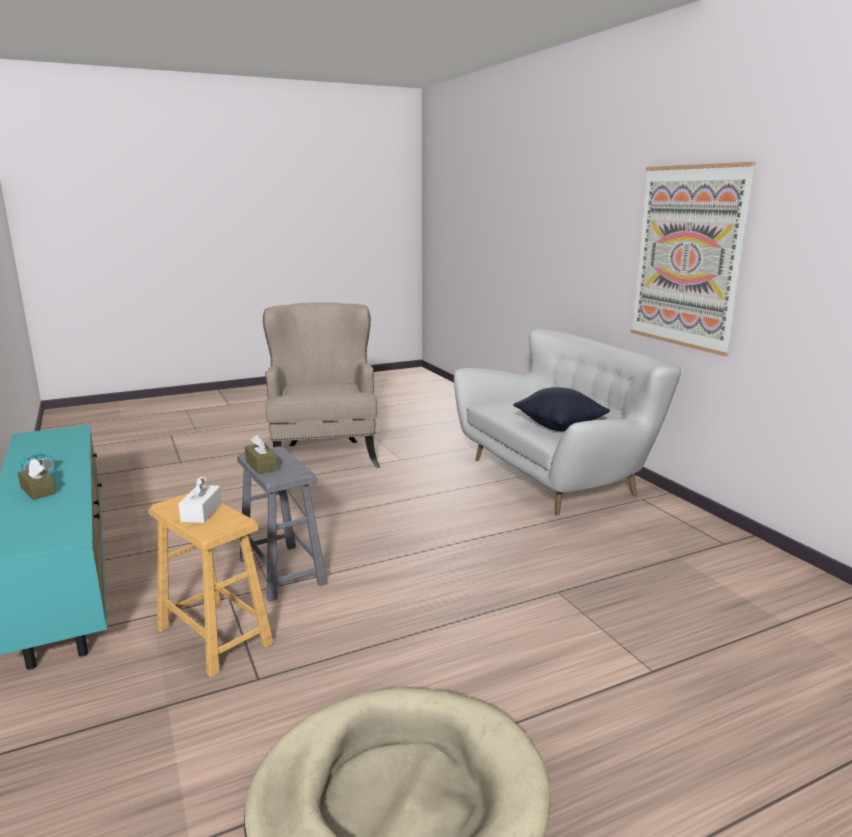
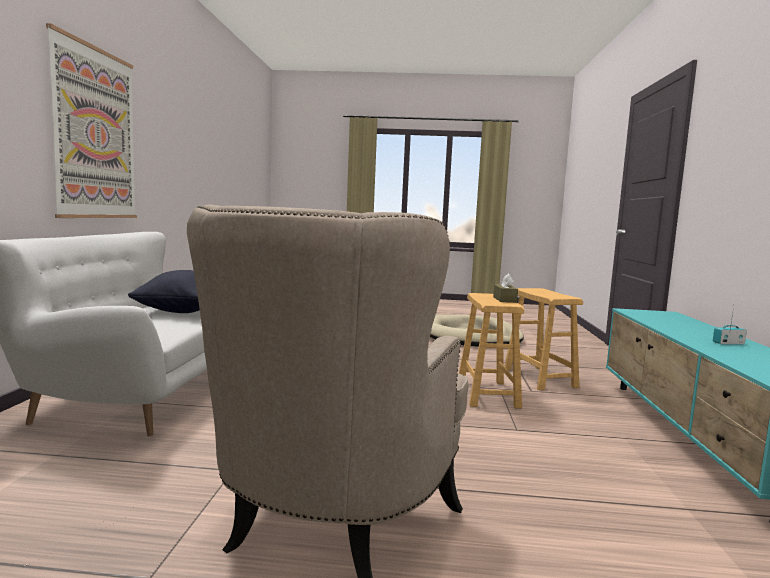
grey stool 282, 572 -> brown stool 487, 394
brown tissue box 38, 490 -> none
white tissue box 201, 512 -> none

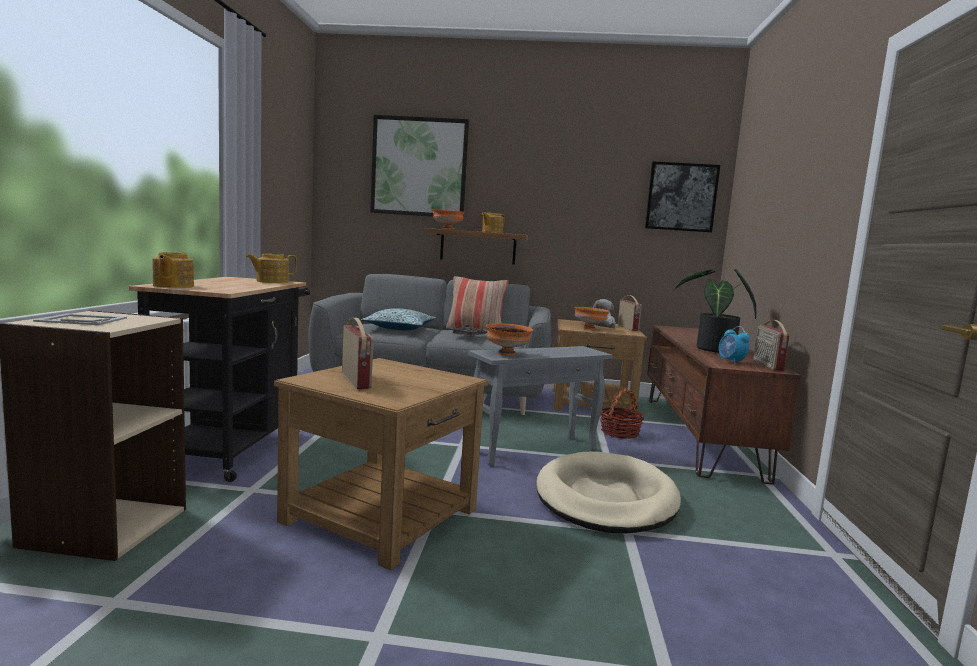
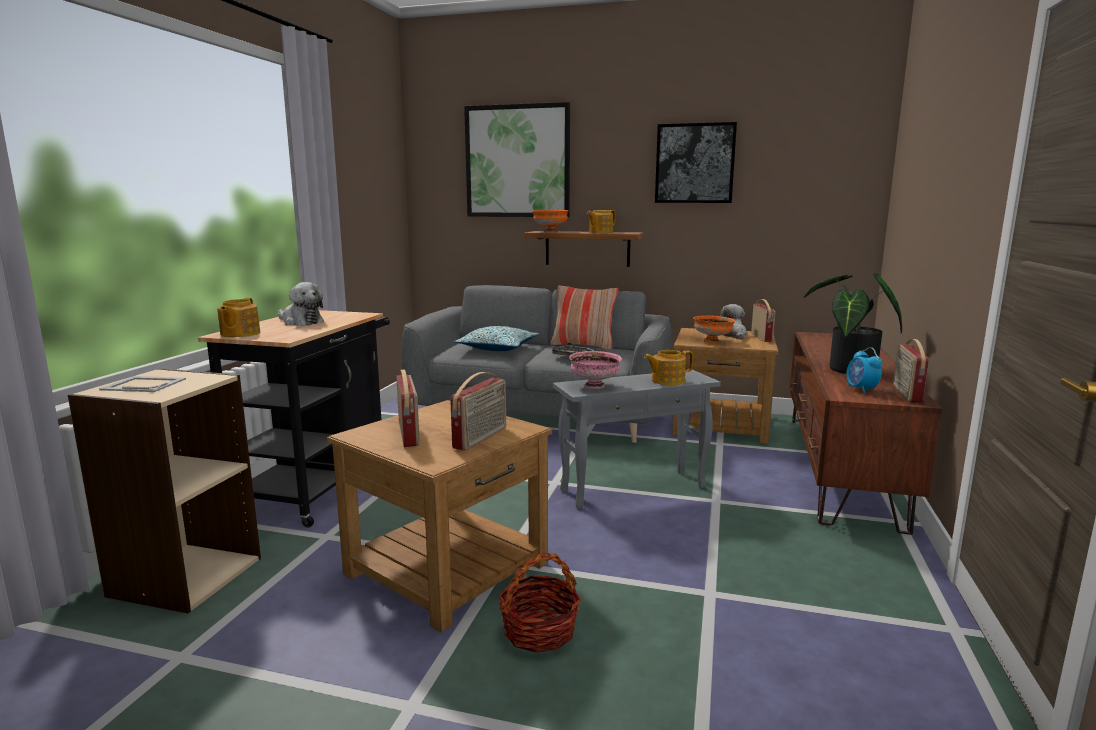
picture 681, 197 -> picture 694, 163, move
teapot 271, 281 -> teapot 667, 381, move
orange bowl 507, 354 -> pink bowl 595, 386
basket 620, 433 -> basket 539, 631, move
beige dog bed 605, 498 -> none
none -> plush toy 300, 322
none -> radio 481, 438

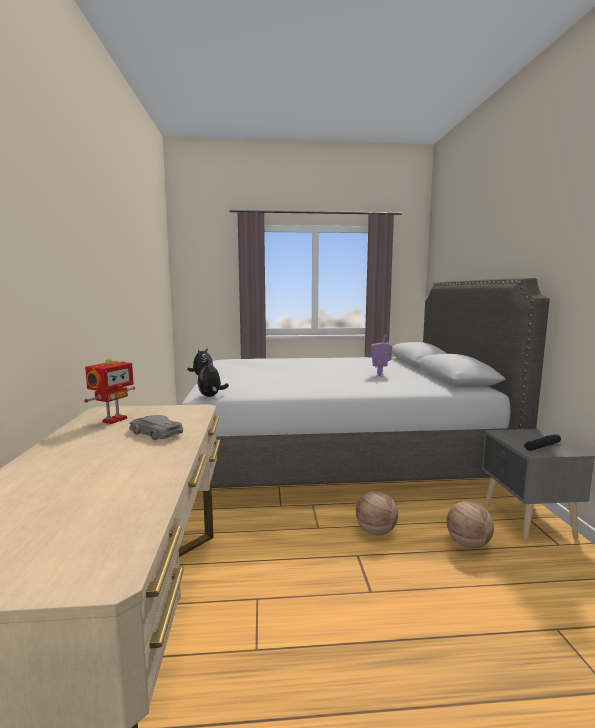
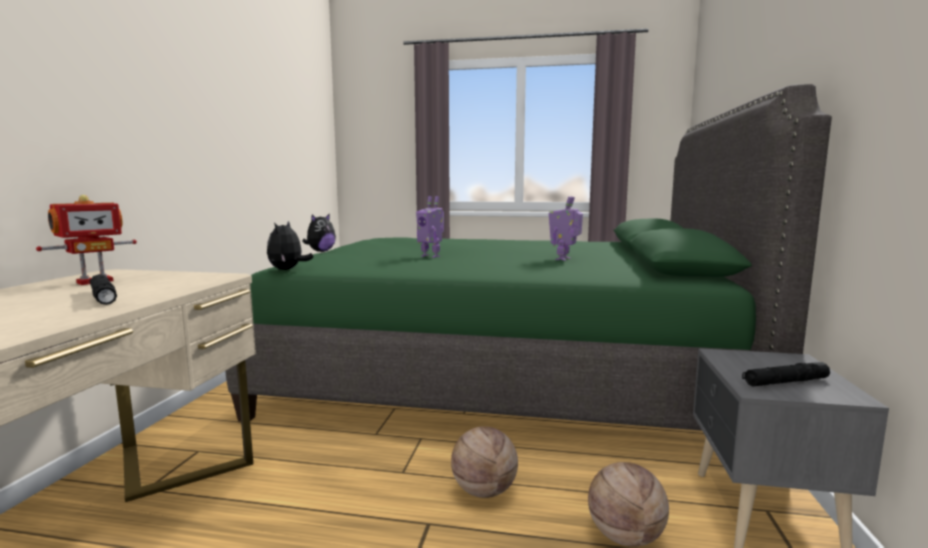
grey bed 333, 454 -> green bed 503, 374
grey toy car 155, 433 -> black flashlight 103, 296
none -> toy robot 431, 256

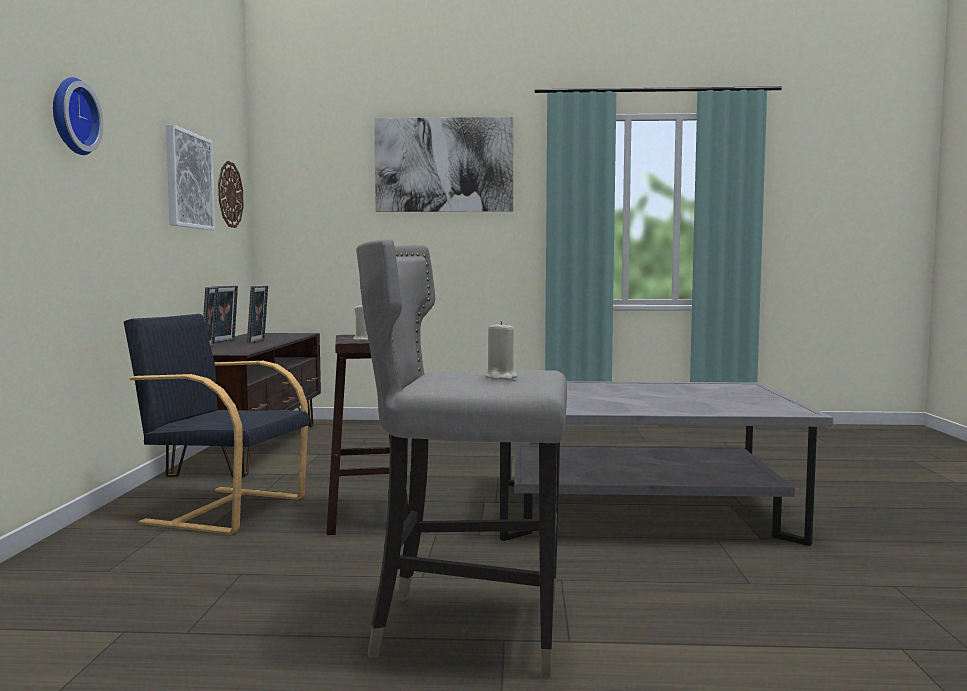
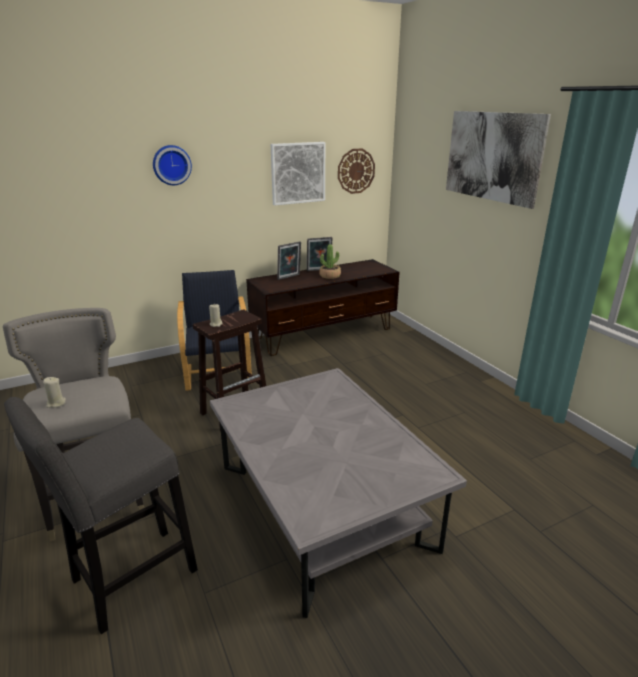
picture frame 258, 341 -> potted plant 330, 276
none -> grey stool 128, 580

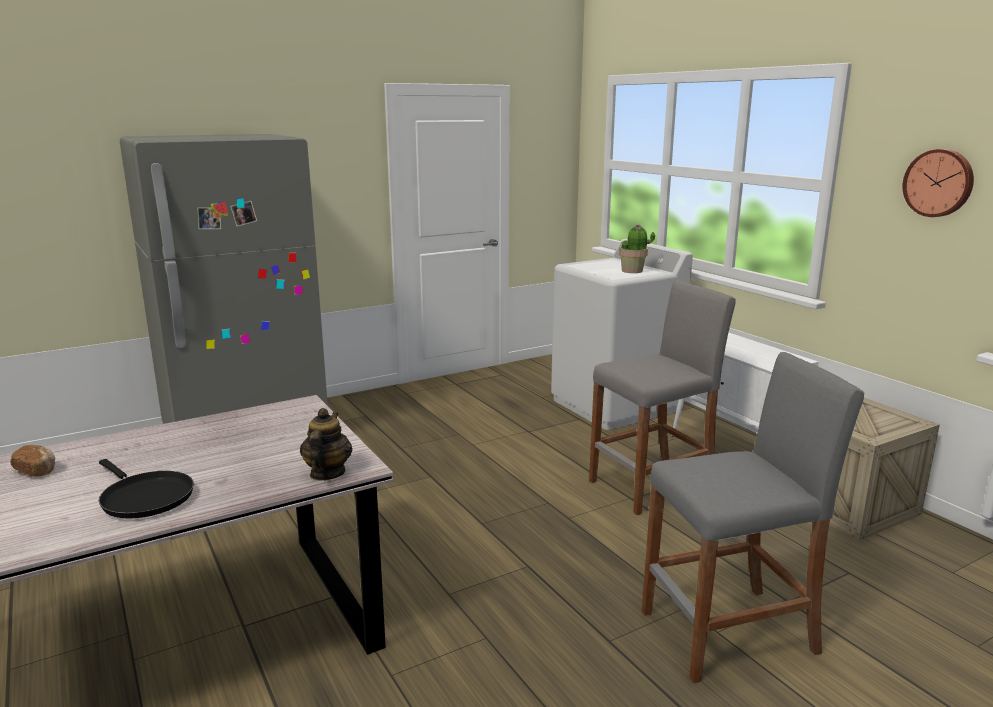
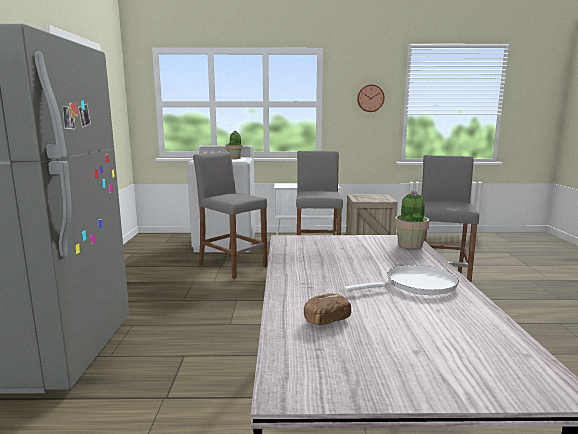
teapot 327, 473 -> potted plant 410, 244
black frying pan 144, 497 -> white frying pan 416, 285
none -> grey stool 232, 265

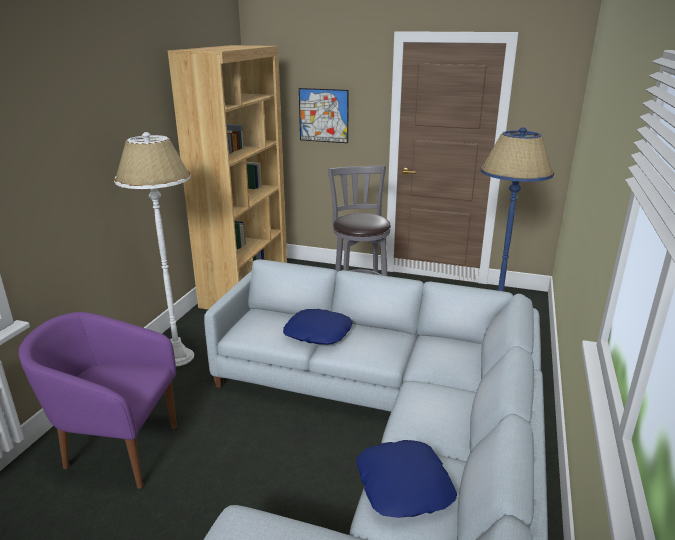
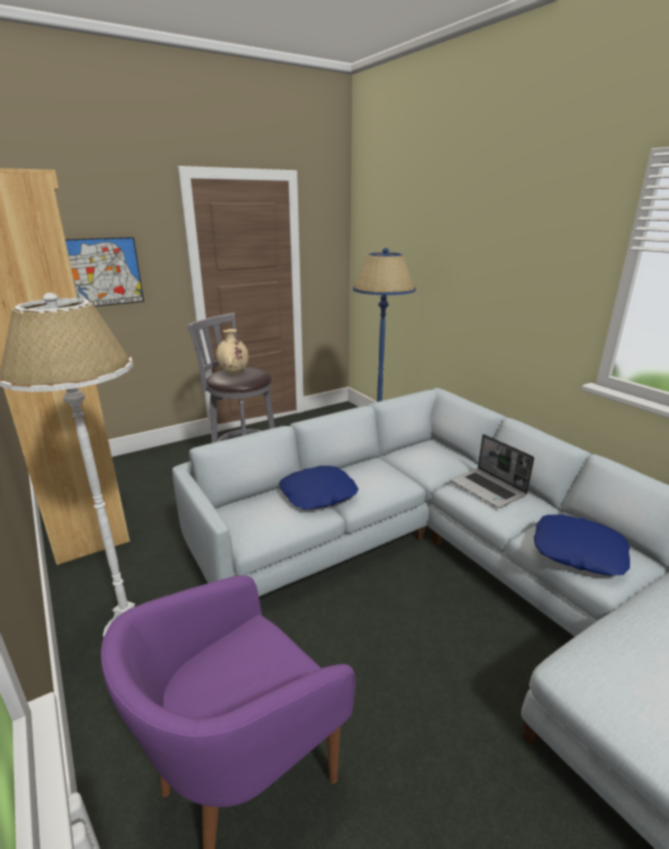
none -> beige vase 234, 373
none -> laptop 489, 489

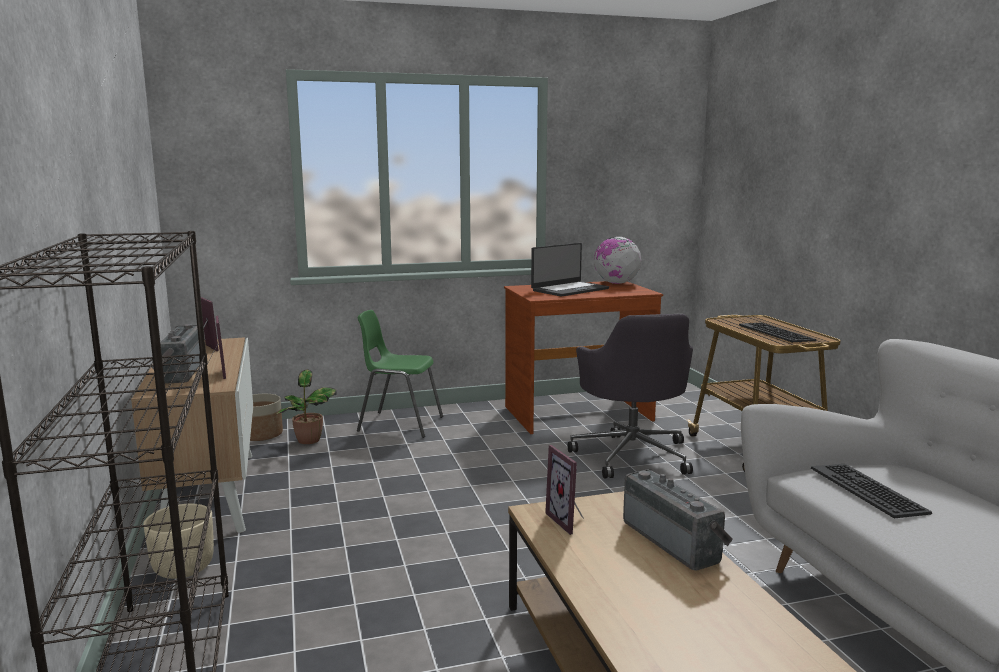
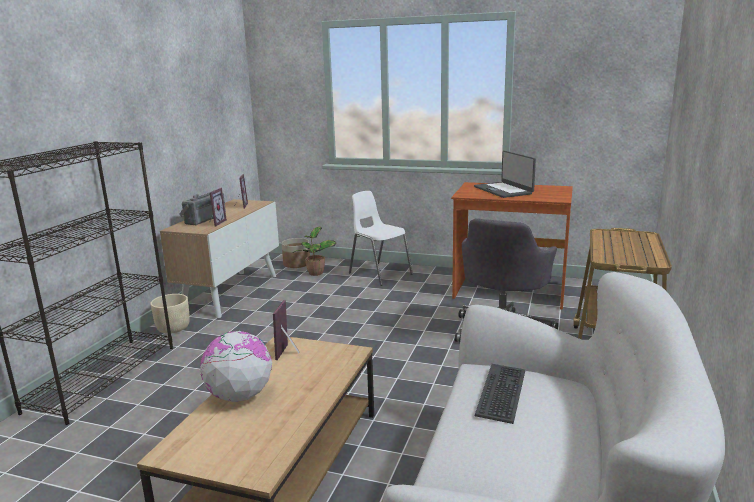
globe 616, 283 -> globe 239, 396, move
laptop 569, 289 -> laptop 503, 190, 75 degrees clockwise
green chair 400, 424 -> white chair 379, 273
keyboard 776, 333 -> none
radio 674, 541 -> none

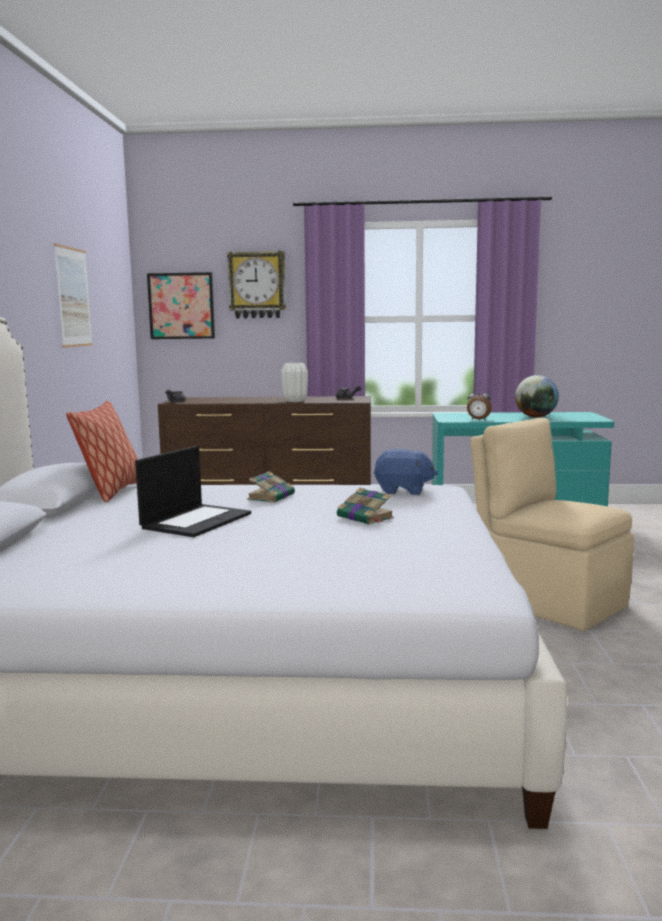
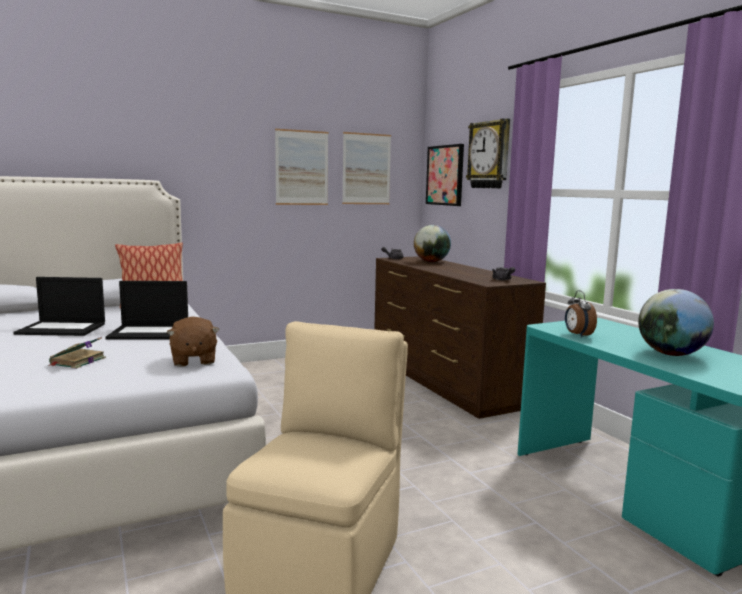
white vase 294, 401 -> none
blue plush toy 403, 491 -> brown plush toy 193, 360
book 271, 496 -> laptop 150, 333
none -> picture 366, 169
none -> globe 431, 262

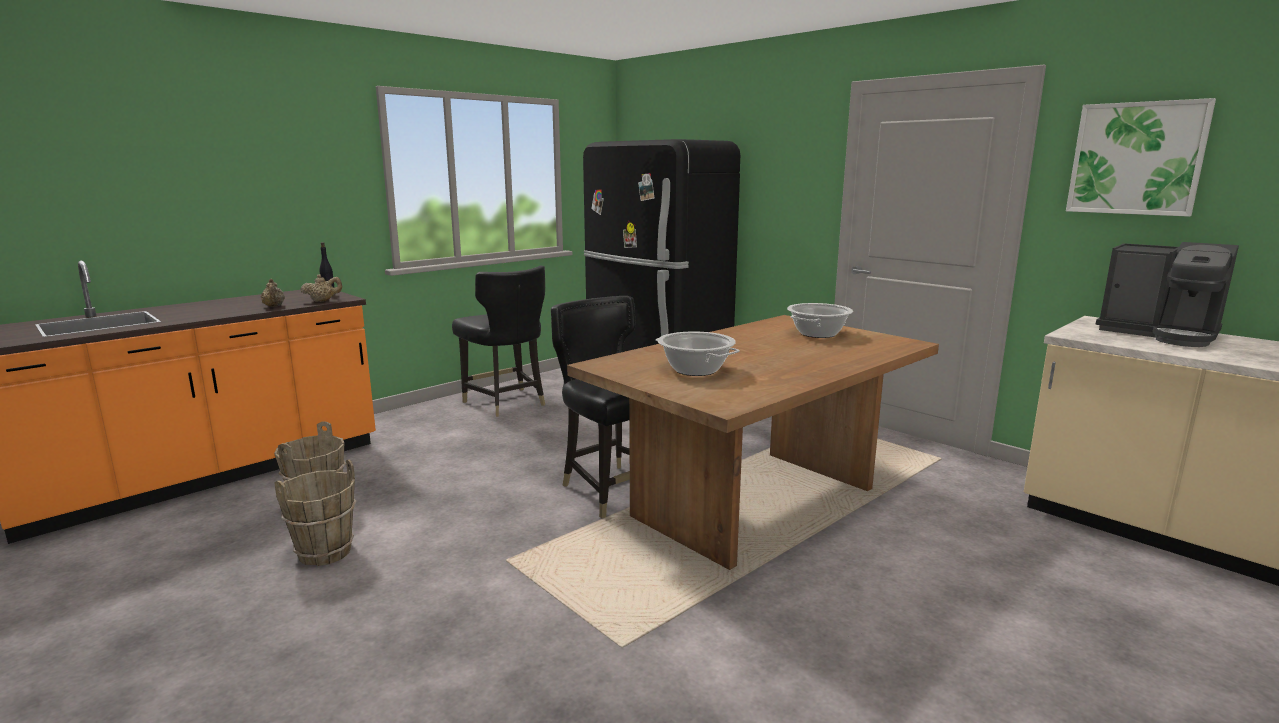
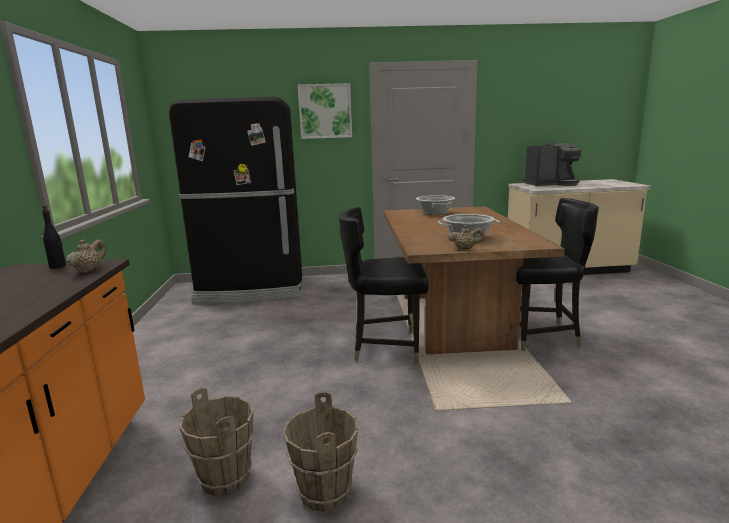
picture 1136, 158 -> picture 325, 111, move
black chair 506, 403 -> black chair 540, 336, move
beige teapot 274, 306 -> beige teapot 465, 249, move

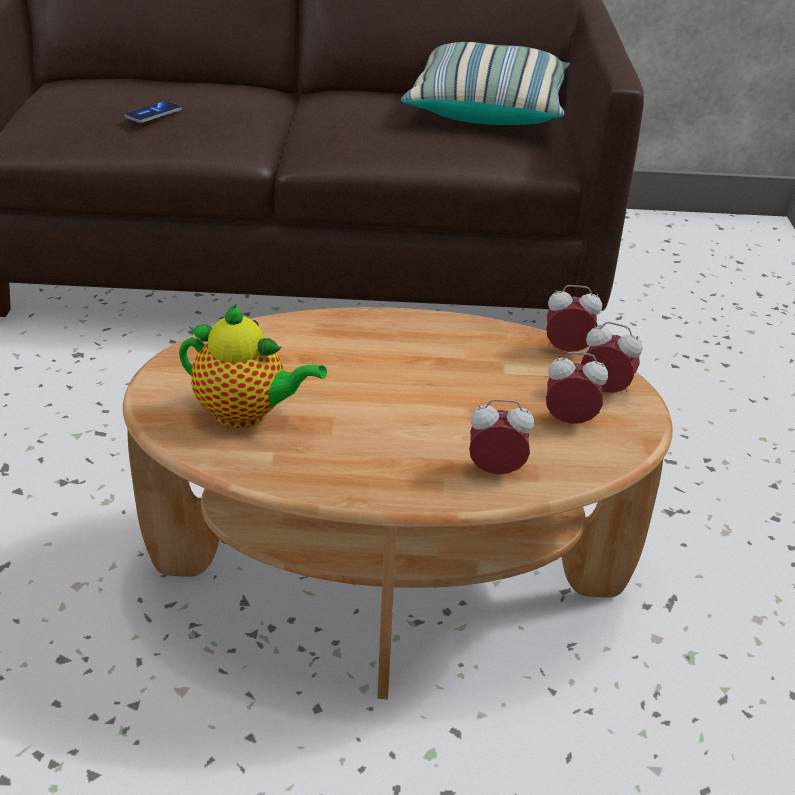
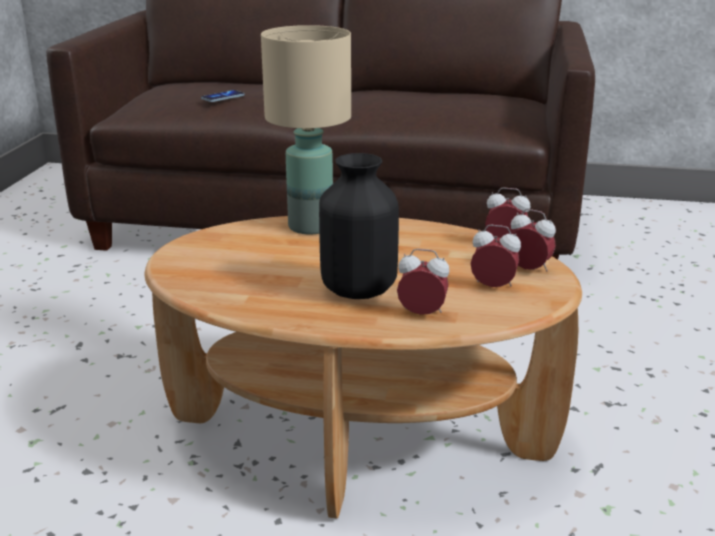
pillow 487, 110 -> none
teapot 246, 414 -> none
none -> beige table lamp 311, 226
none -> black vase 357, 289

